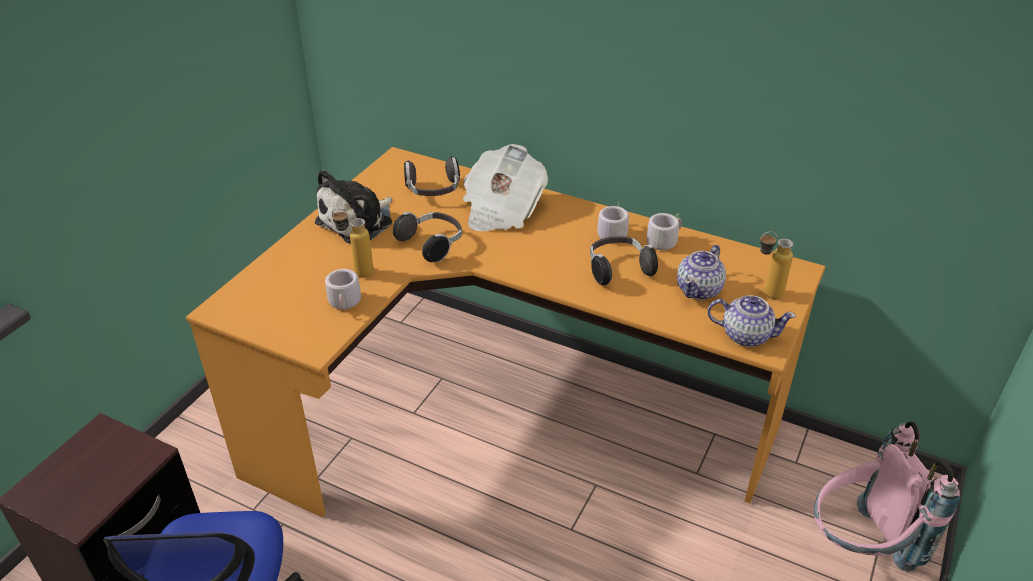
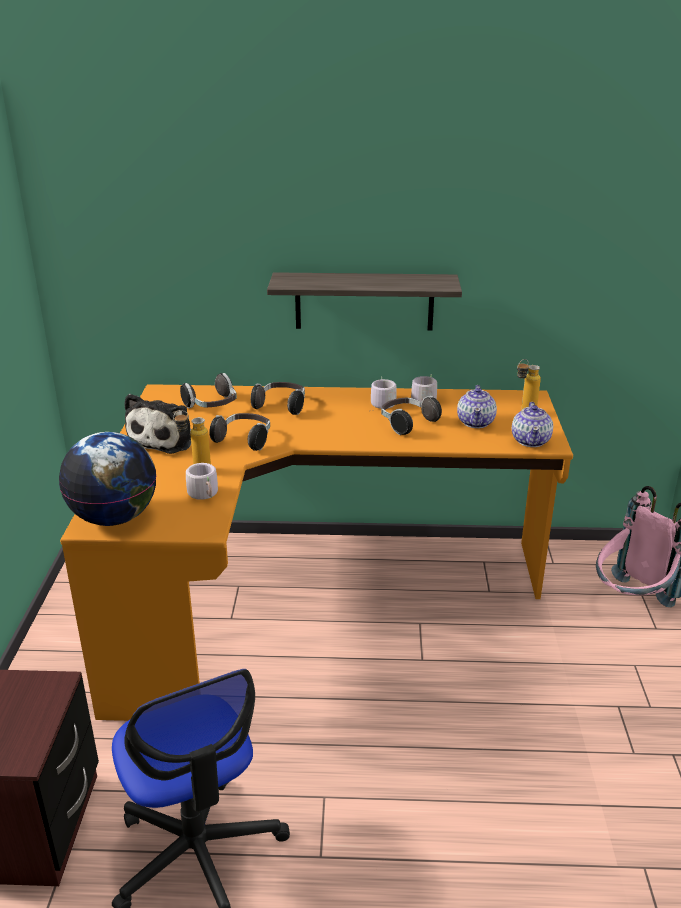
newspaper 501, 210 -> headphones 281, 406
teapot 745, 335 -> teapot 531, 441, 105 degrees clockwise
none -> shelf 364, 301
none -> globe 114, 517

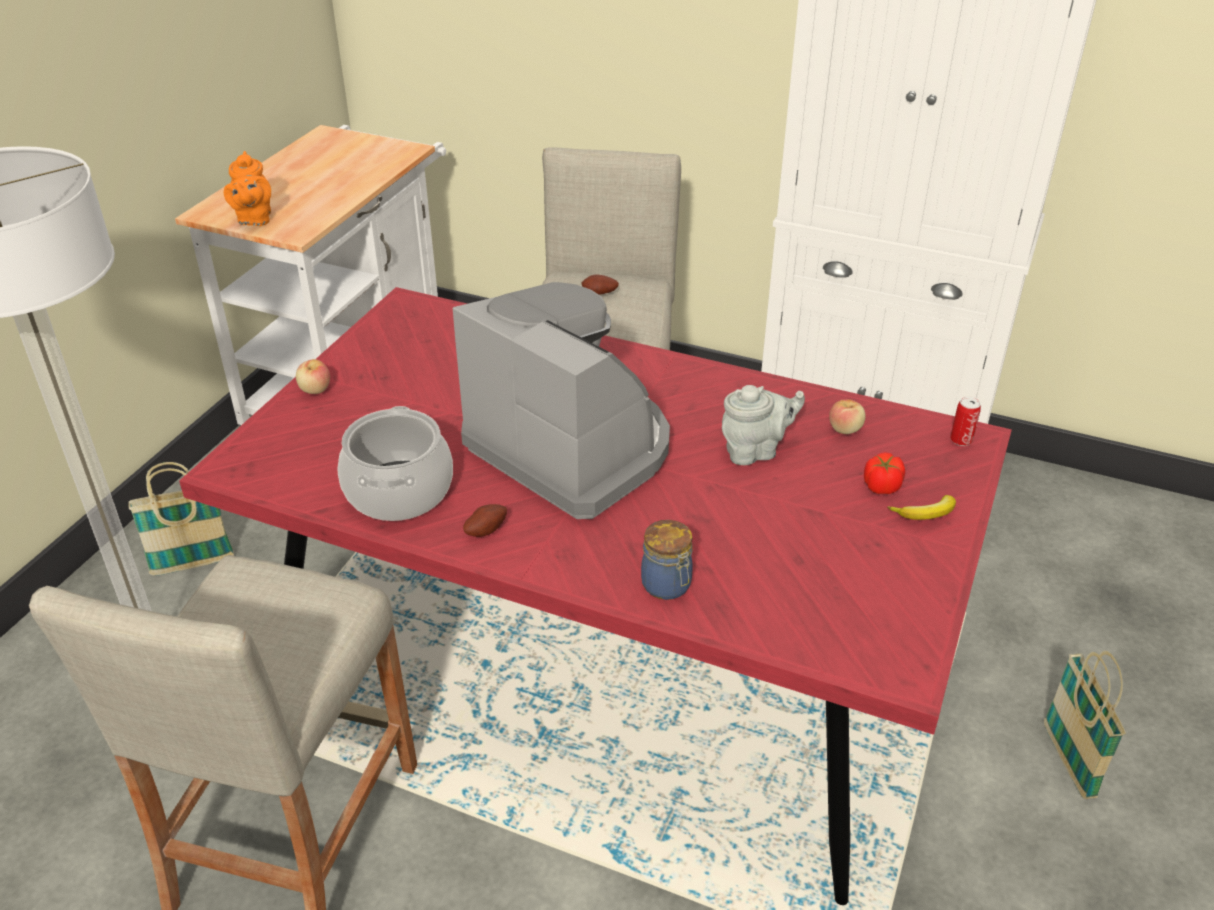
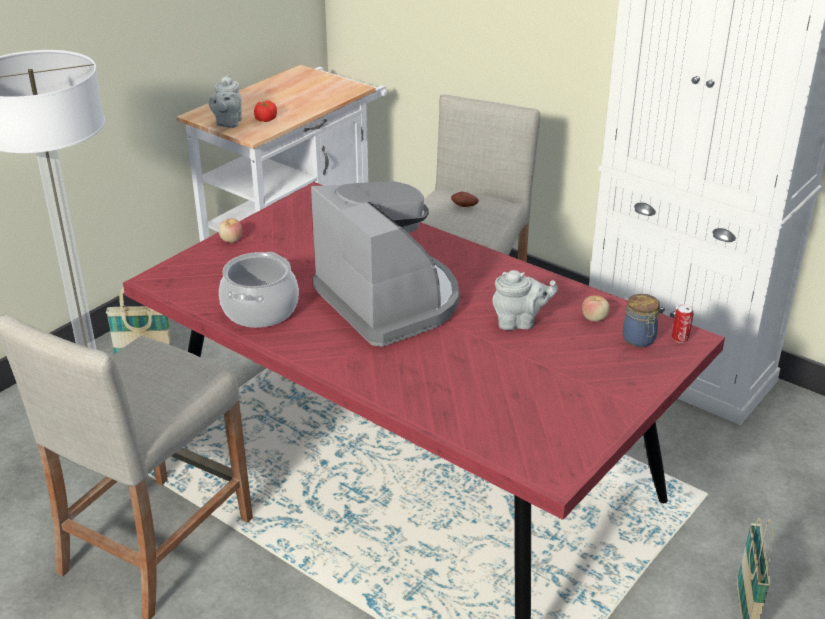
orange teapot 254, 219 -> grey teapot 228, 123
tomato 881, 486 -> tomato 265, 119, move
banana 926, 514 -> none
potato 485, 529 -> none
jar 667, 586 -> jar 639, 340, move

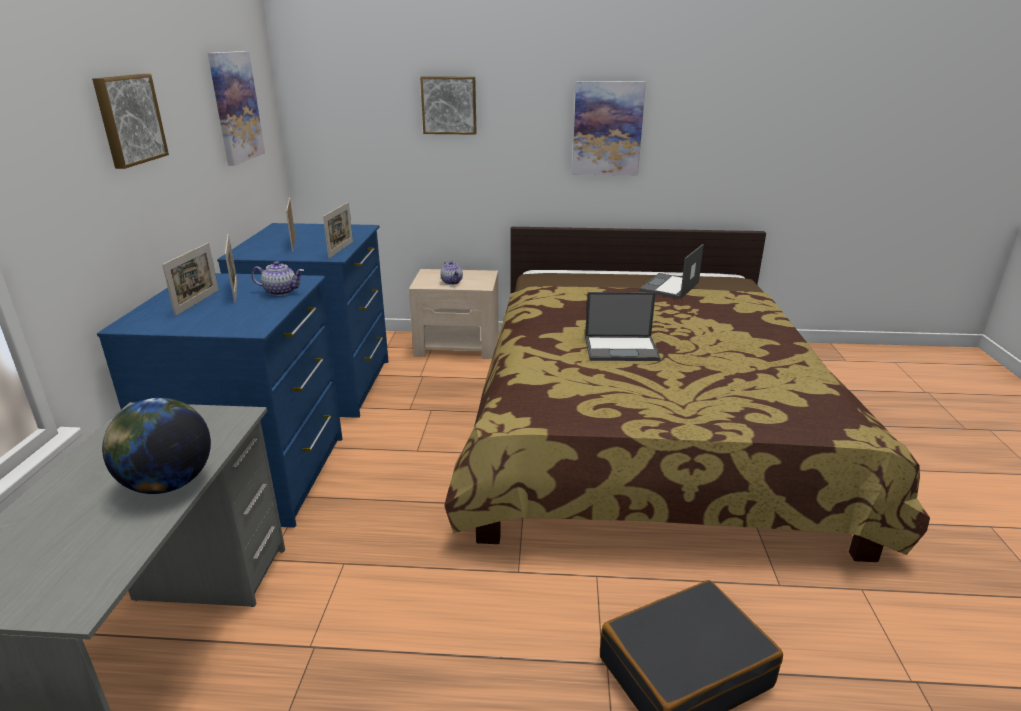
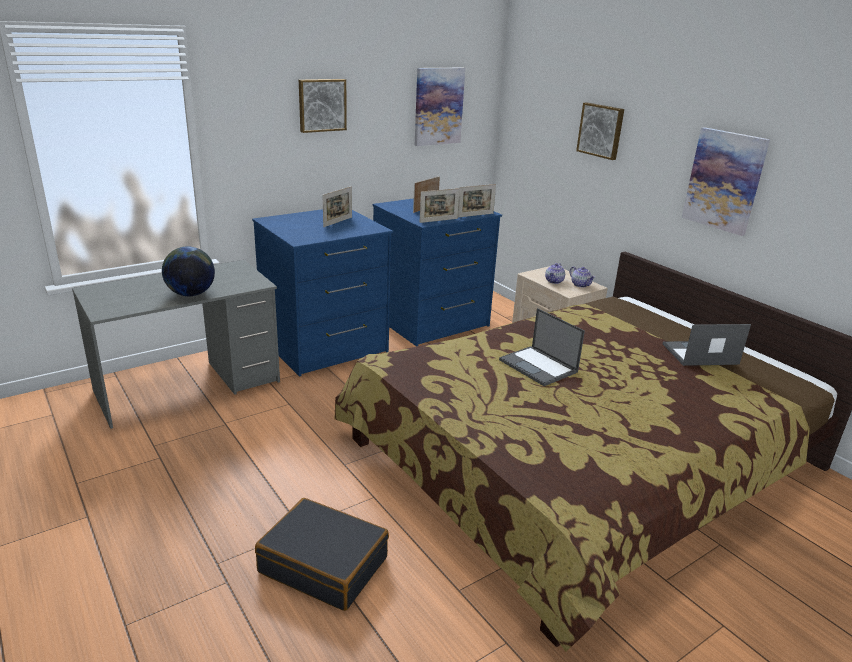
picture frame 197, 302 -> picture frame 475, 215, move
teapot 281, 292 -> teapot 580, 285, move

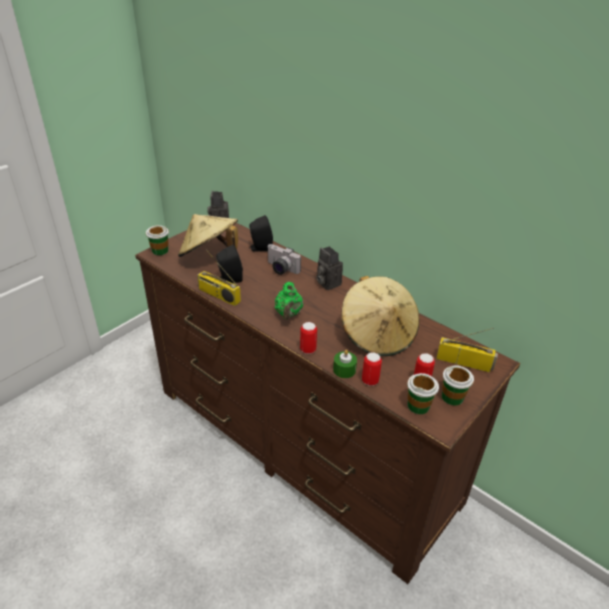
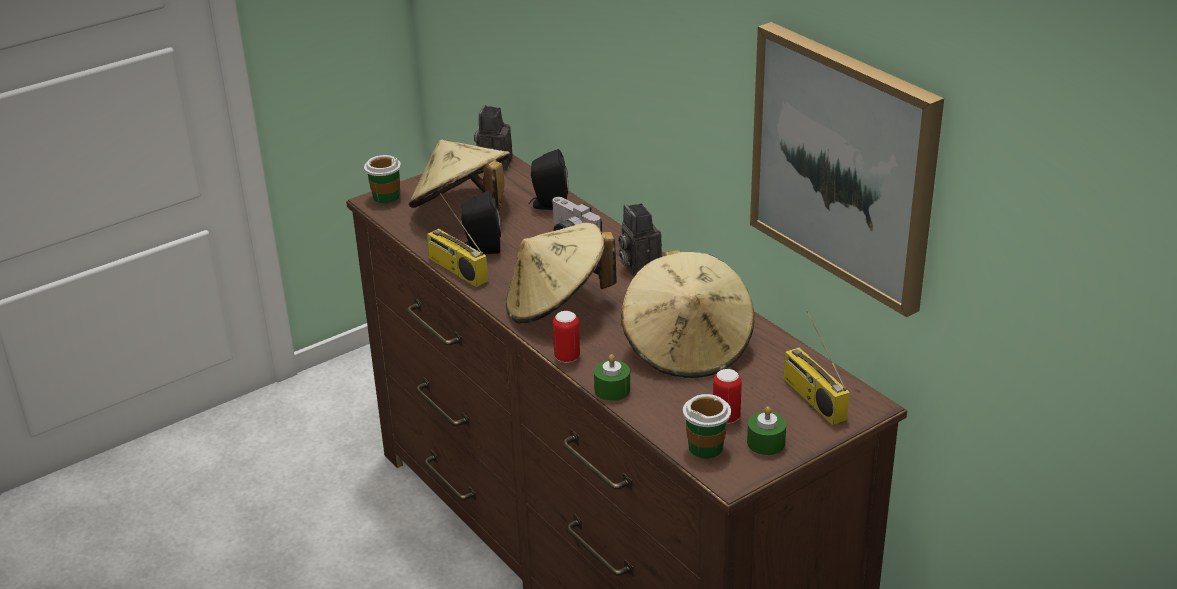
green teapot 288, 314 -> beige hat 557, 305
radio 464, 362 -> radio 812, 398, 150 degrees counterclockwise
can 370, 381 -> none
cup 452, 397 -> green candle 766, 443
none -> picture 844, 164

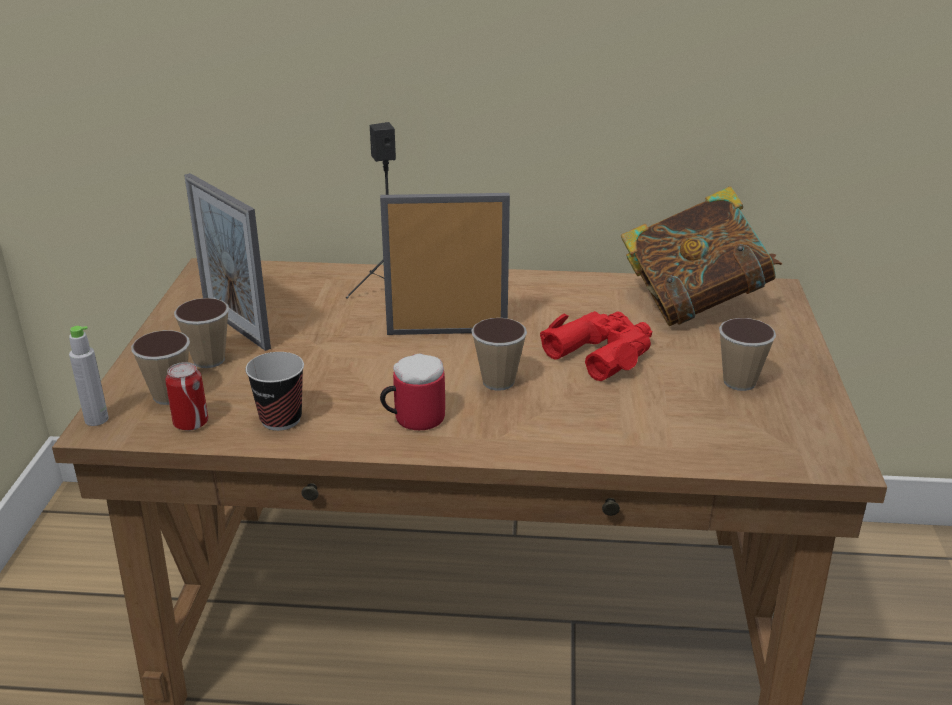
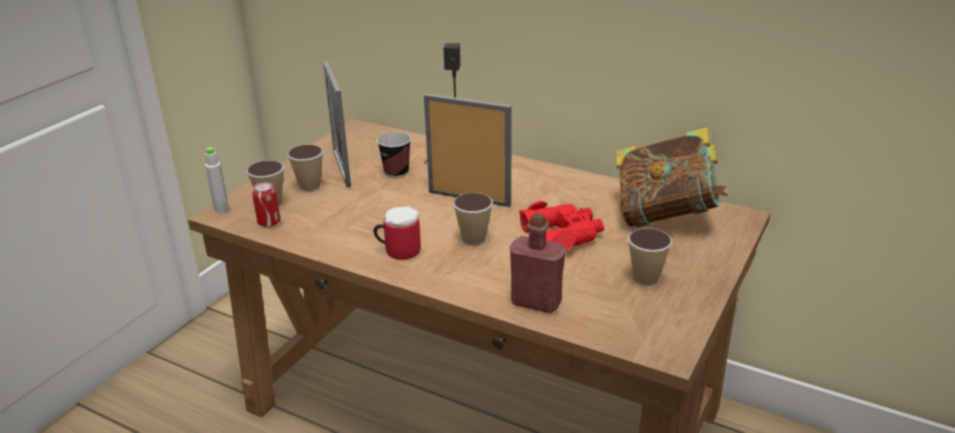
cup 281, 419 -> cup 396, 172, move
none -> red bottle 536, 302

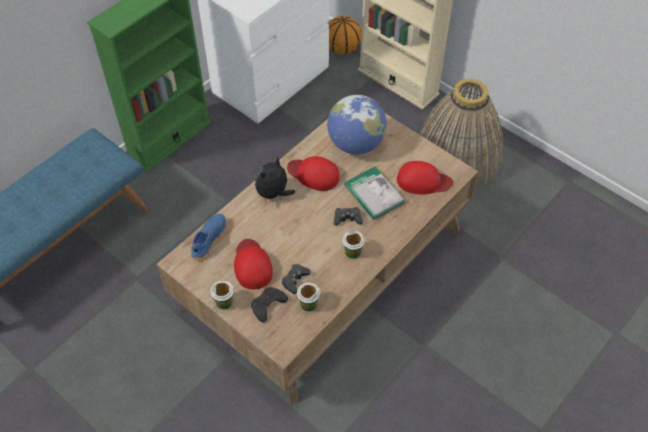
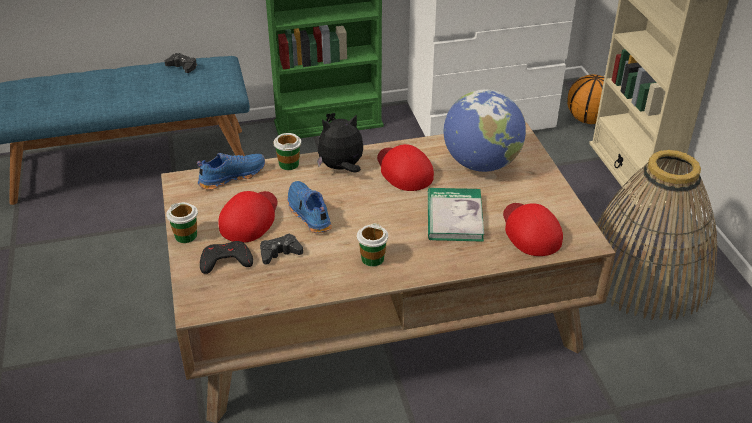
red cap 423, 181 -> red cap 530, 231, 150 degrees counterclockwise
black game controller 347, 218 -> black game controller 182, 67, move
cup 308, 304 -> cup 289, 164, move
none -> blue shoe 308, 214

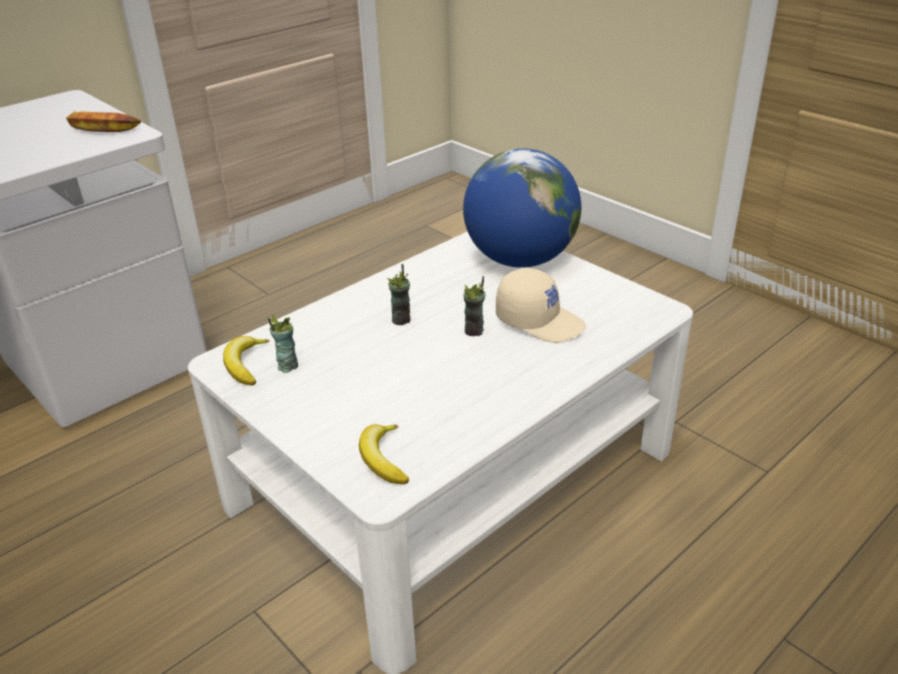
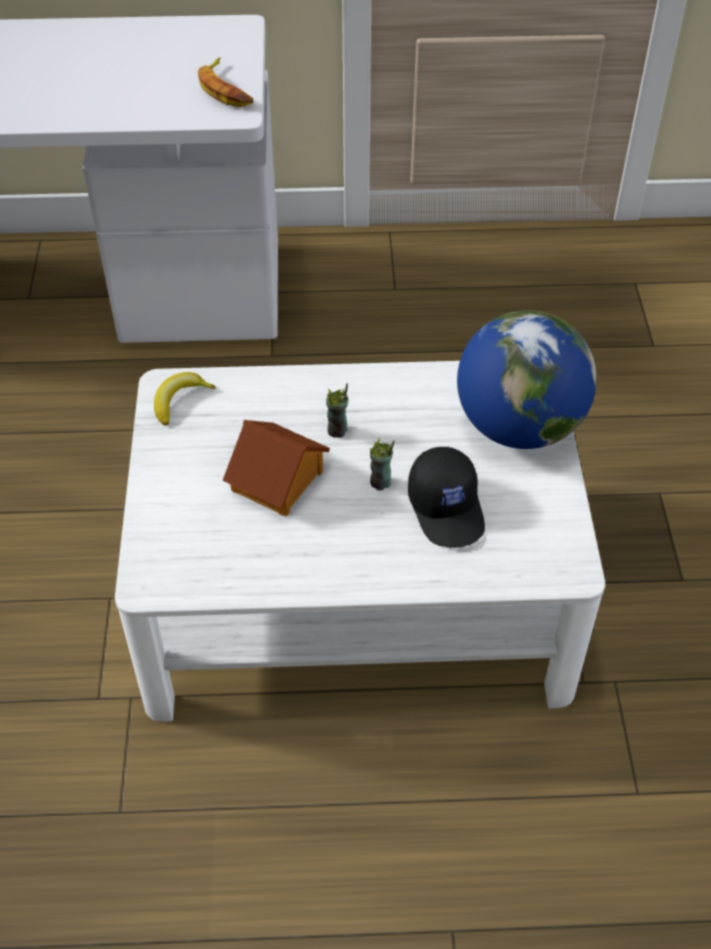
beige cap 540, 320 -> black cap 448, 509
cup 287, 366 -> none
banana 383, 459 -> none
none -> toy house 278, 481

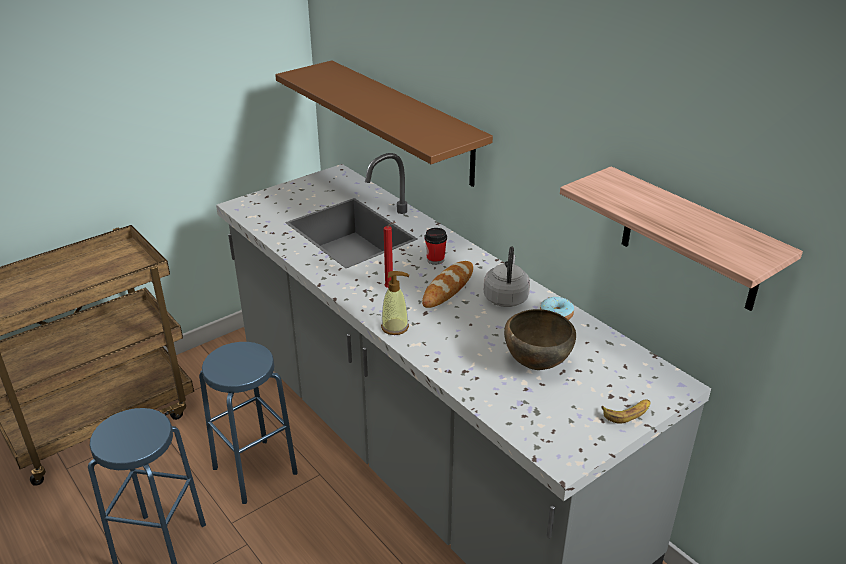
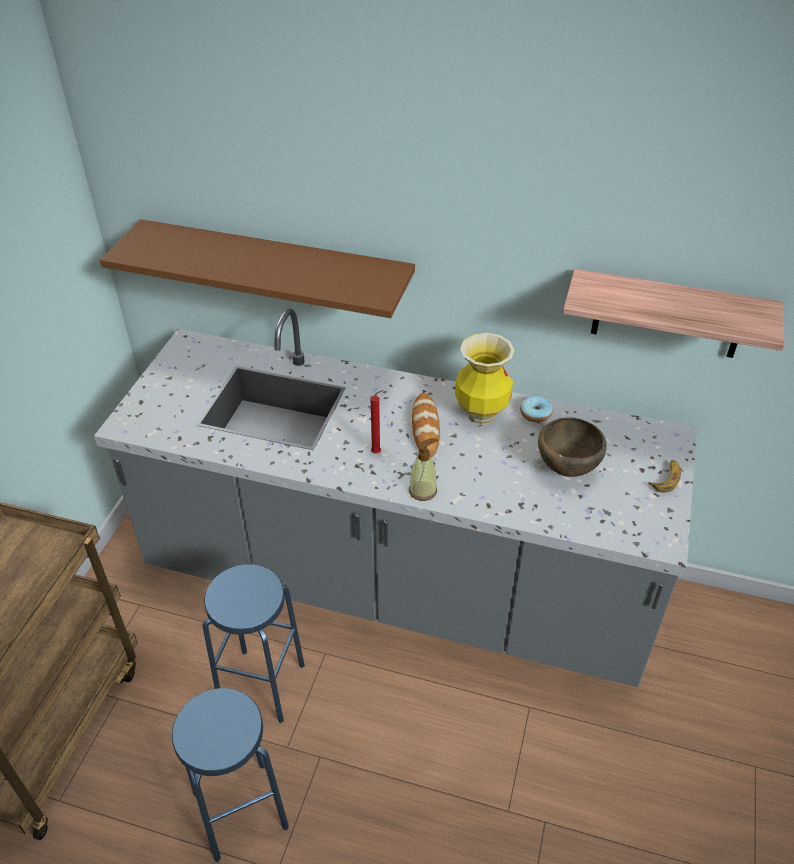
cup 435, 260 -> none
grey kettle 506, 297 -> vase 481, 414

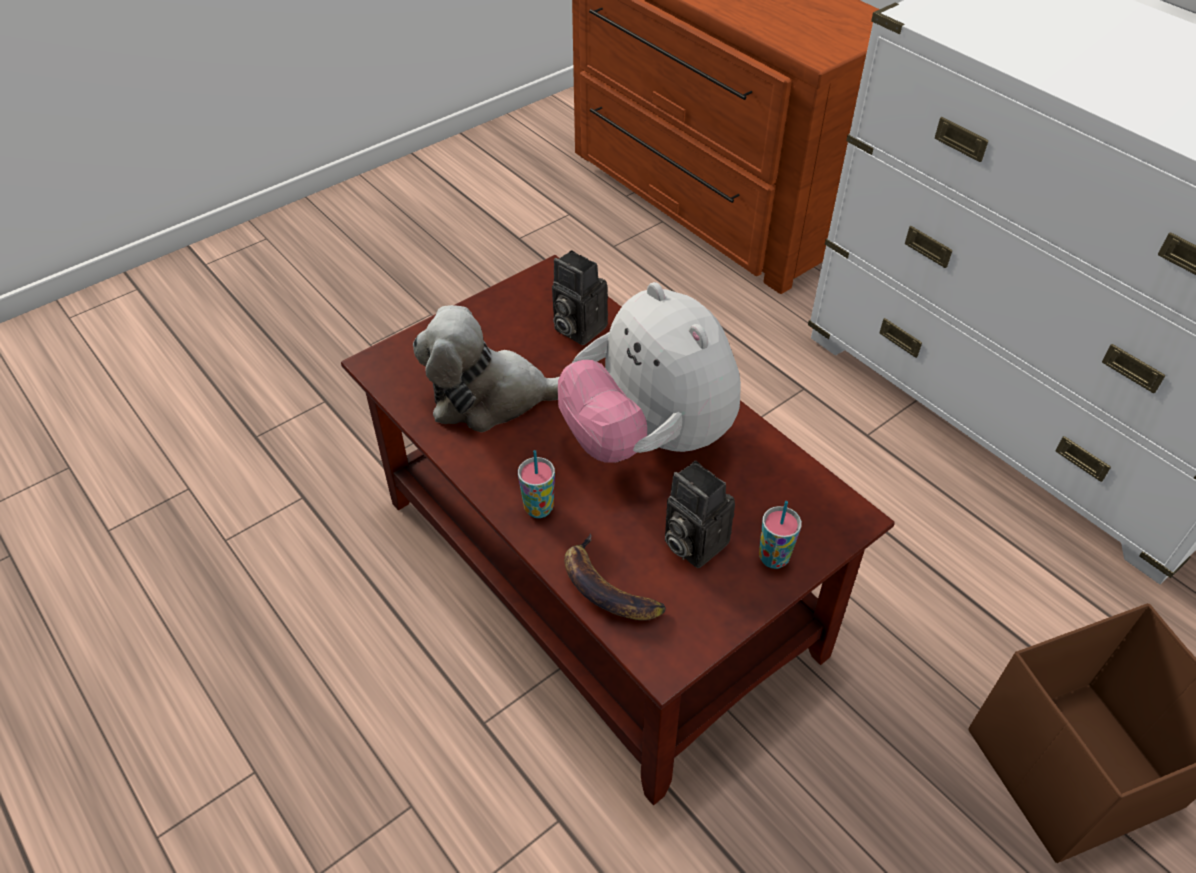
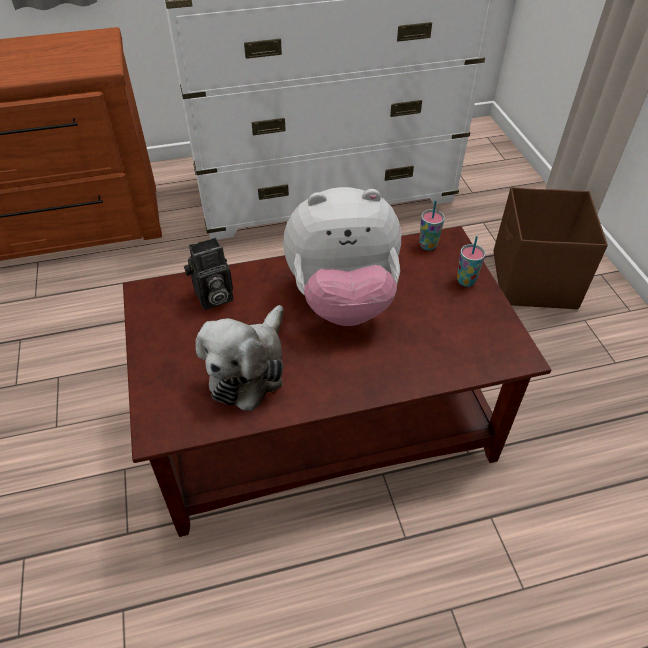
cup 538, 508 -> cup 428, 245, move
photo camera 691, 542 -> none
banana 607, 588 -> none

